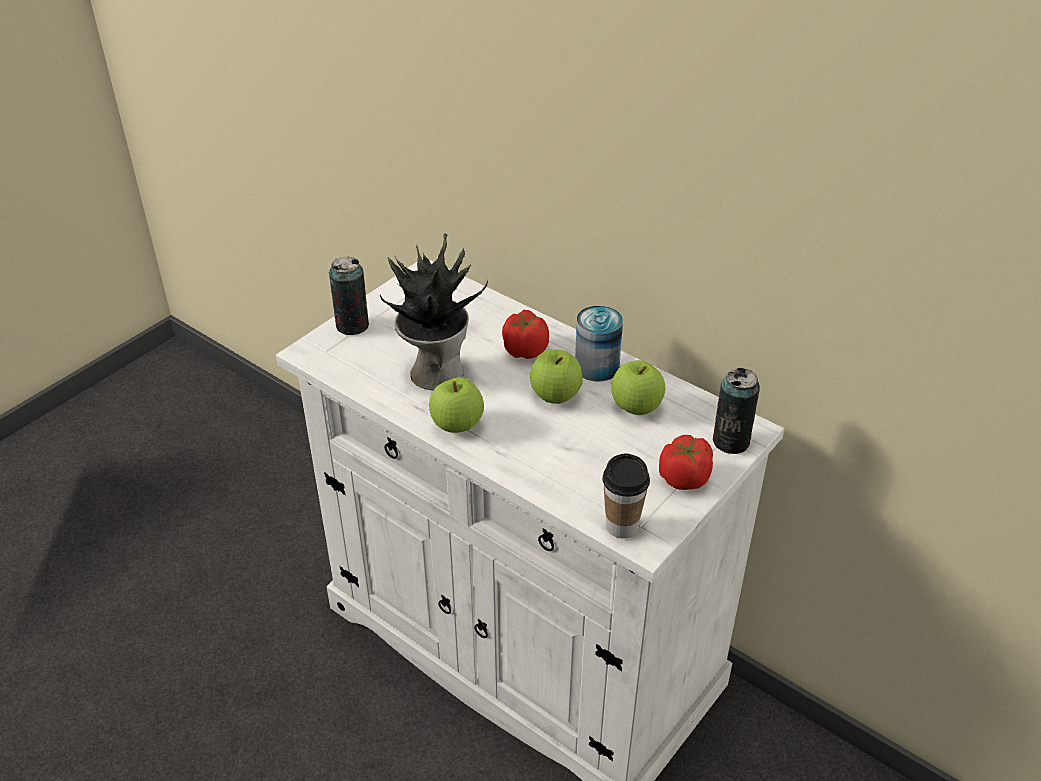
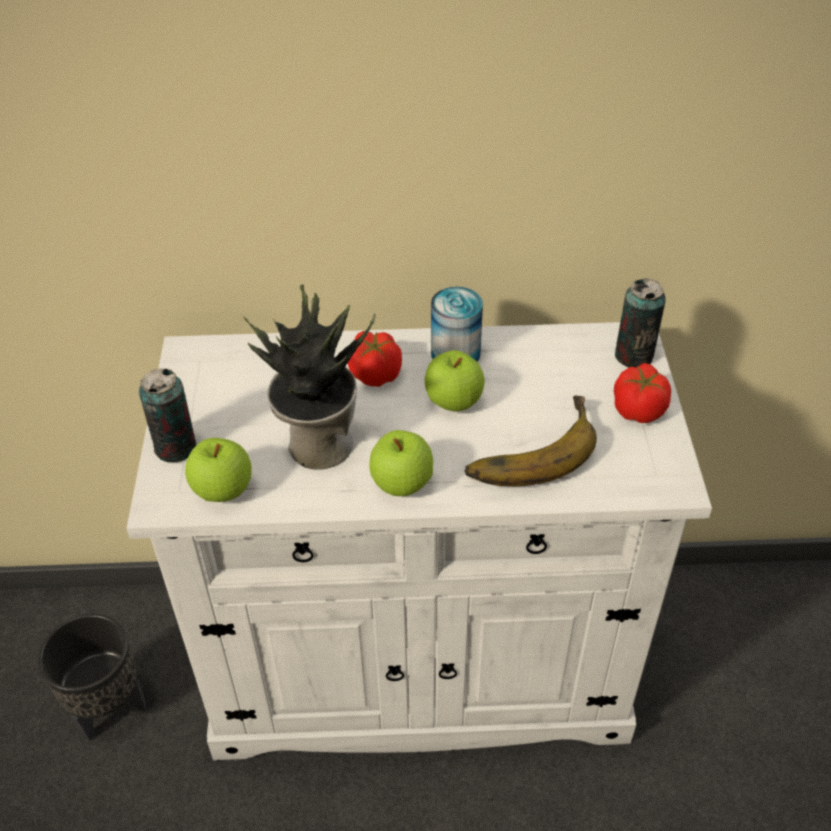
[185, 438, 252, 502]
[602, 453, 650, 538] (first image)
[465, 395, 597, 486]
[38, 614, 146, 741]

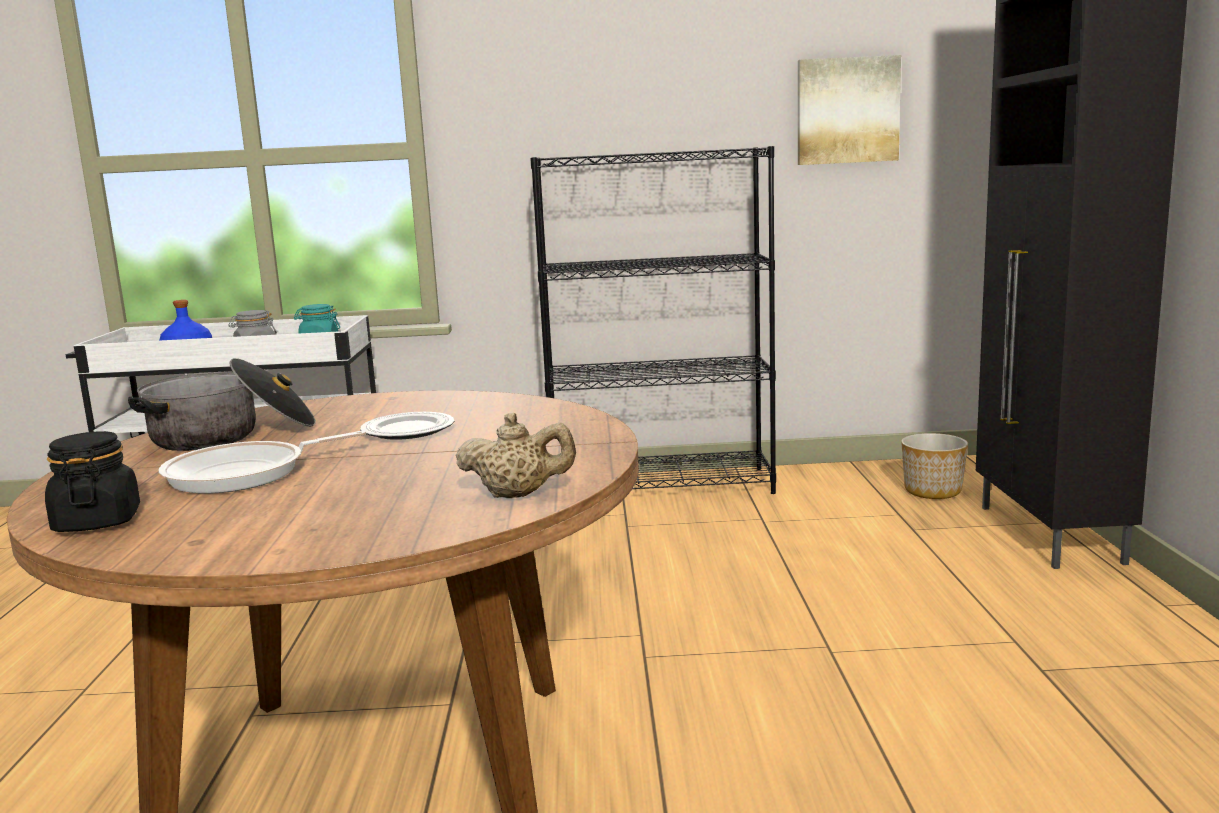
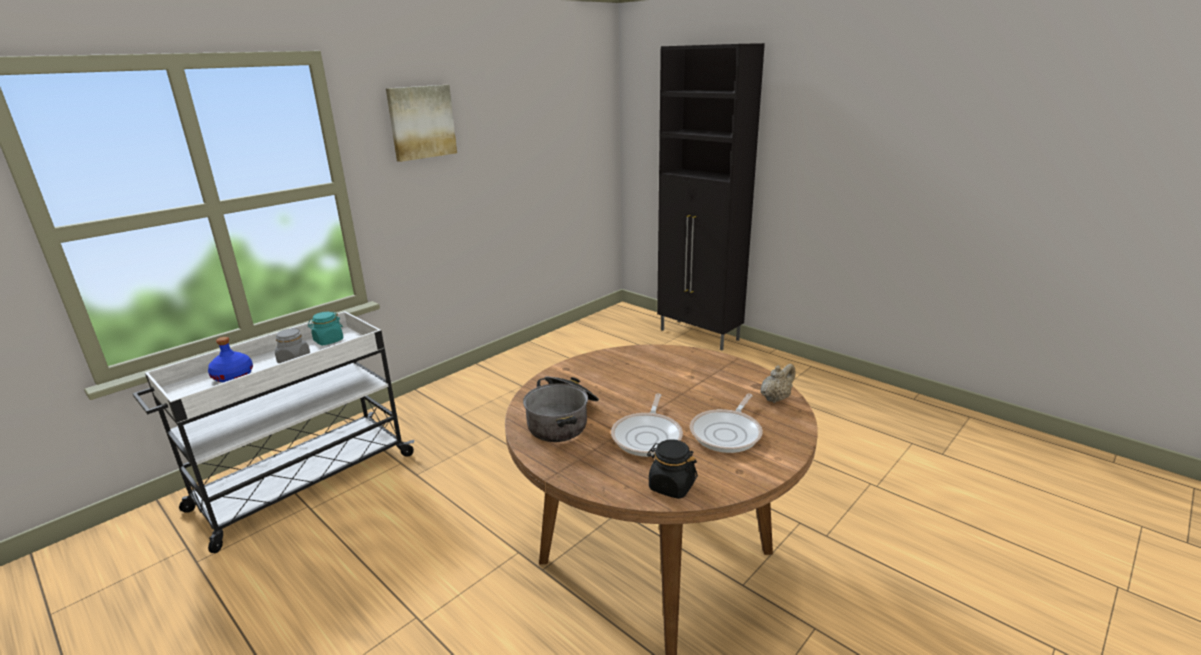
[386, 85, 457, 162]
[530, 146, 776, 494] (first image)
[360, 412, 454, 440] (first image)
[901, 433, 968, 499] (first image)
[690, 394, 762, 453]

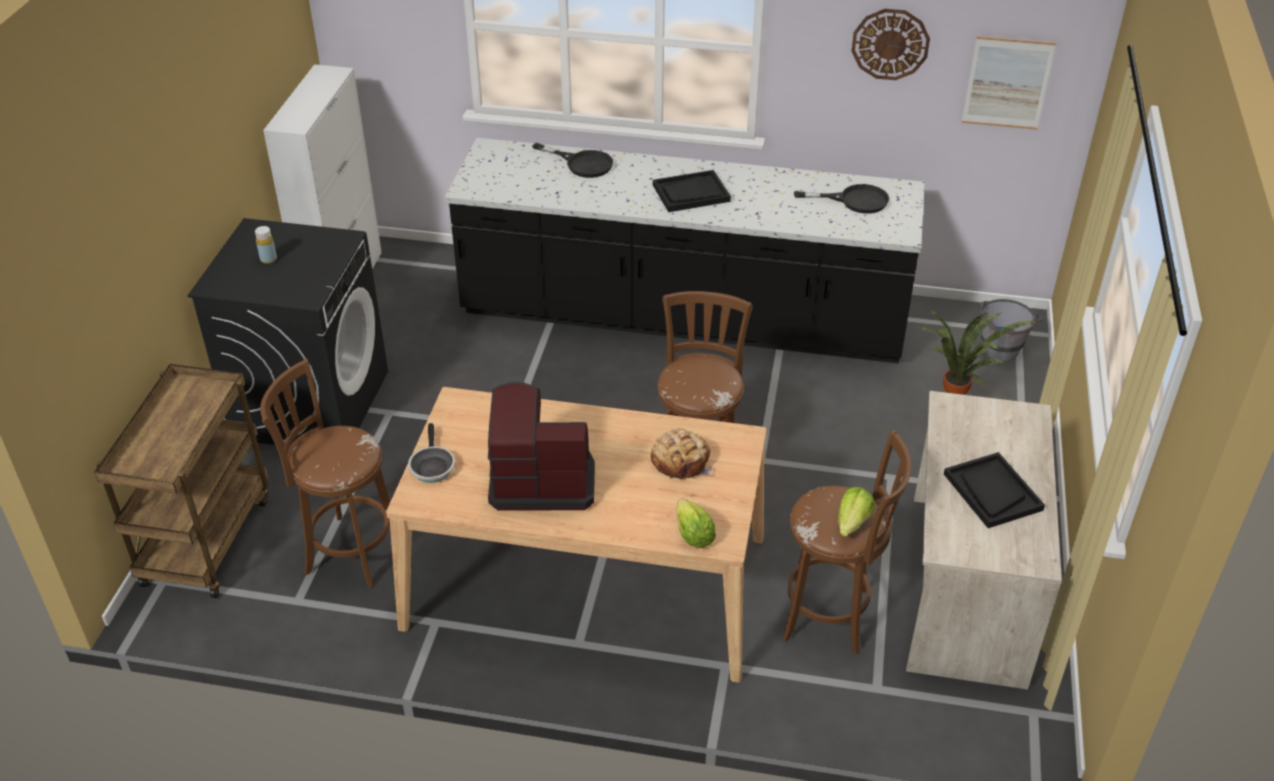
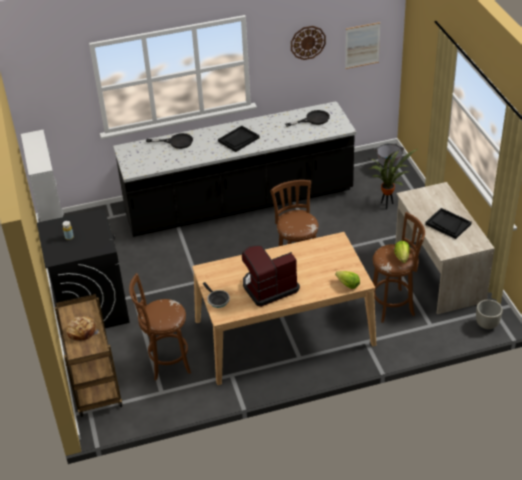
[67, 316, 100, 342]
[476, 300, 503, 329]

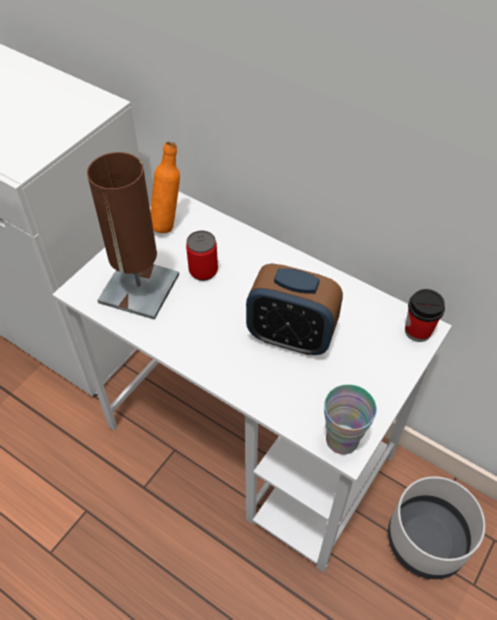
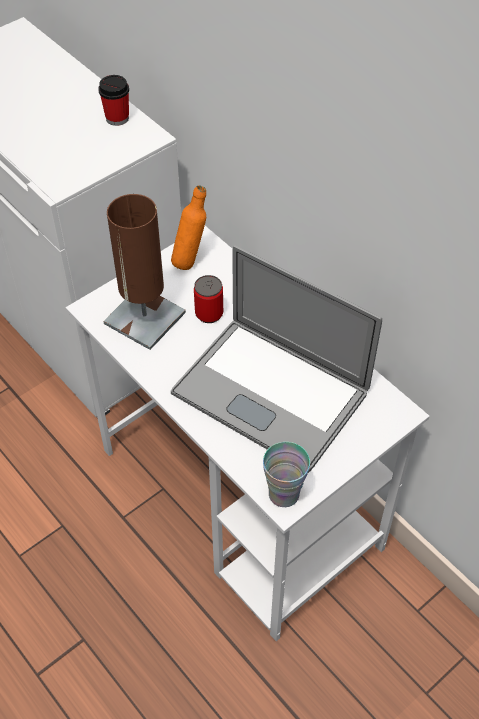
[171, 245, 382, 473]
[98, 75, 129, 126]
[388, 476, 485, 579] (first image)

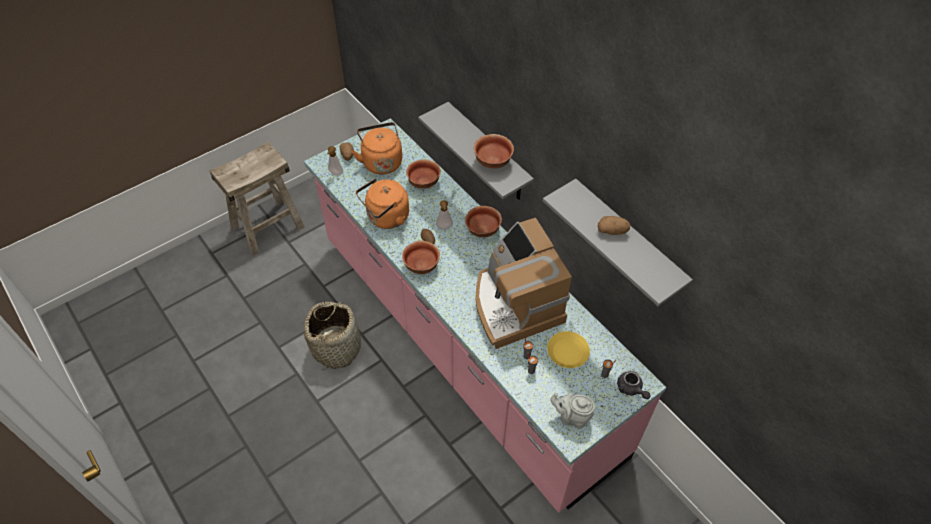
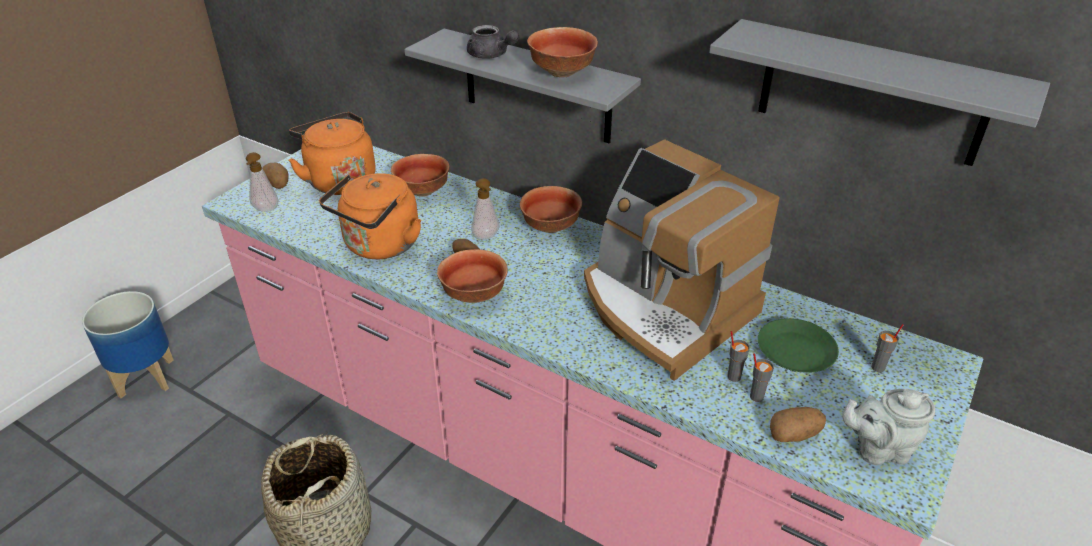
[82, 291, 174, 398]
[770, 407, 826, 442]
[758, 318, 839, 373]
[467, 25, 519, 59]

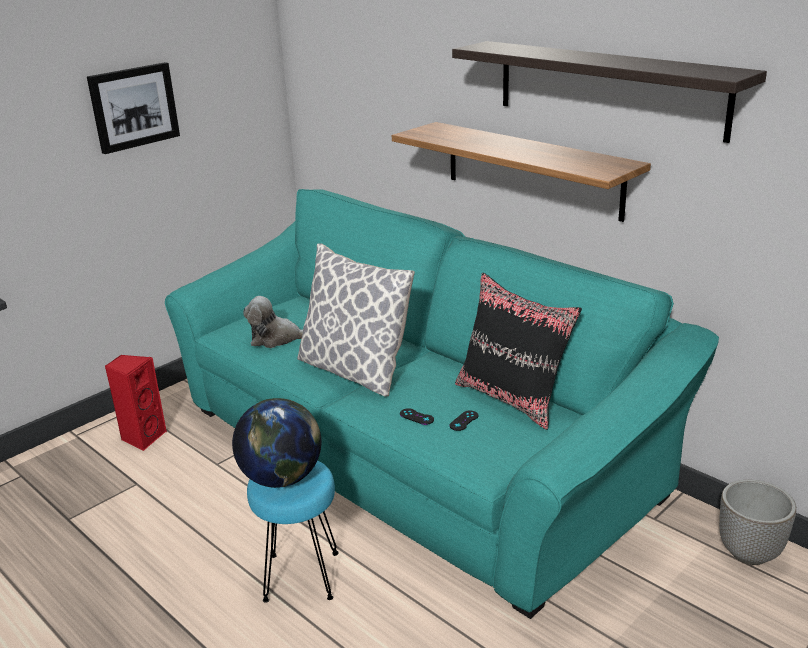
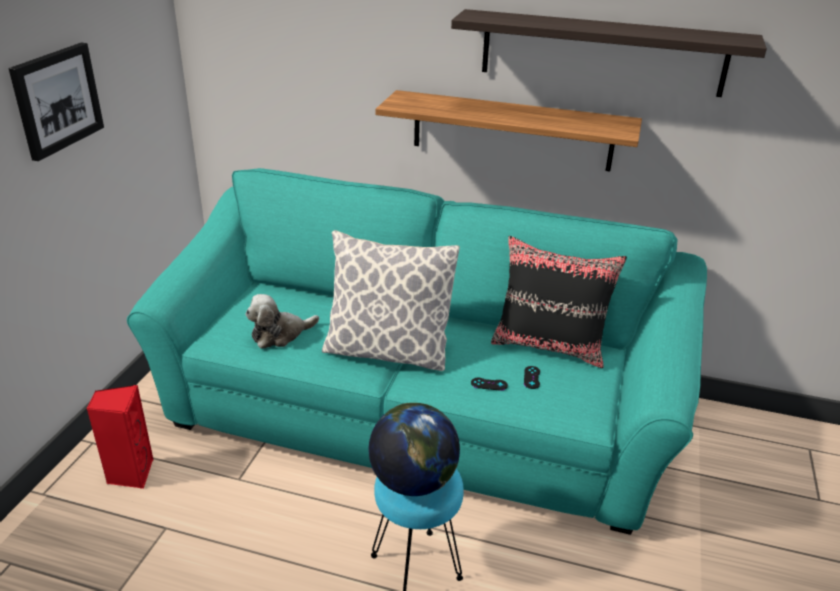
[719, 480, 796, 565] (first image)

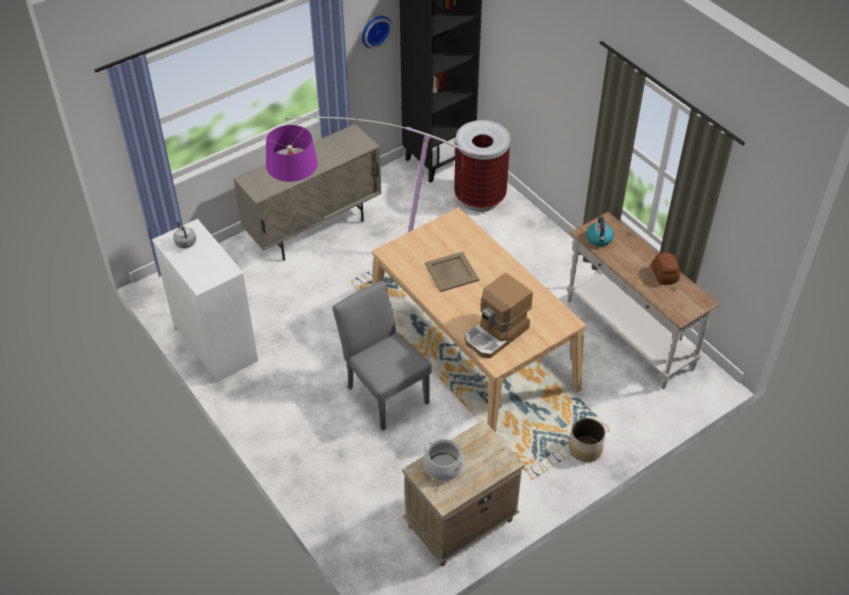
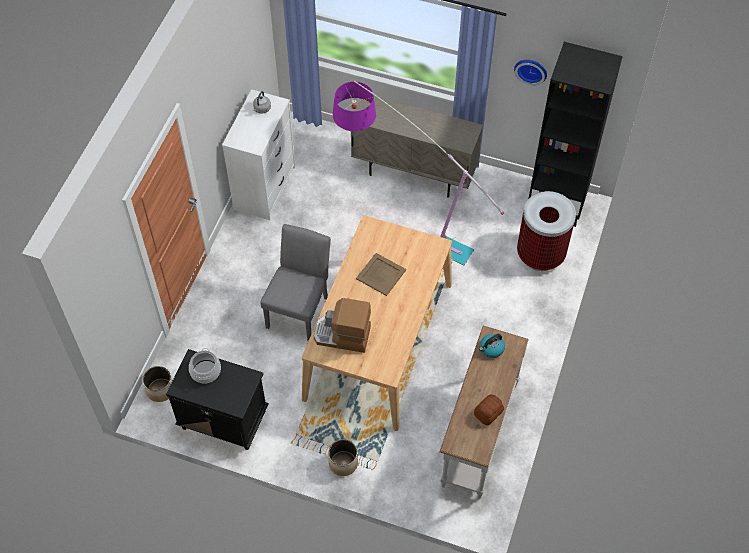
[166, 349, 269, 450]
[143, 366, 173, 402]

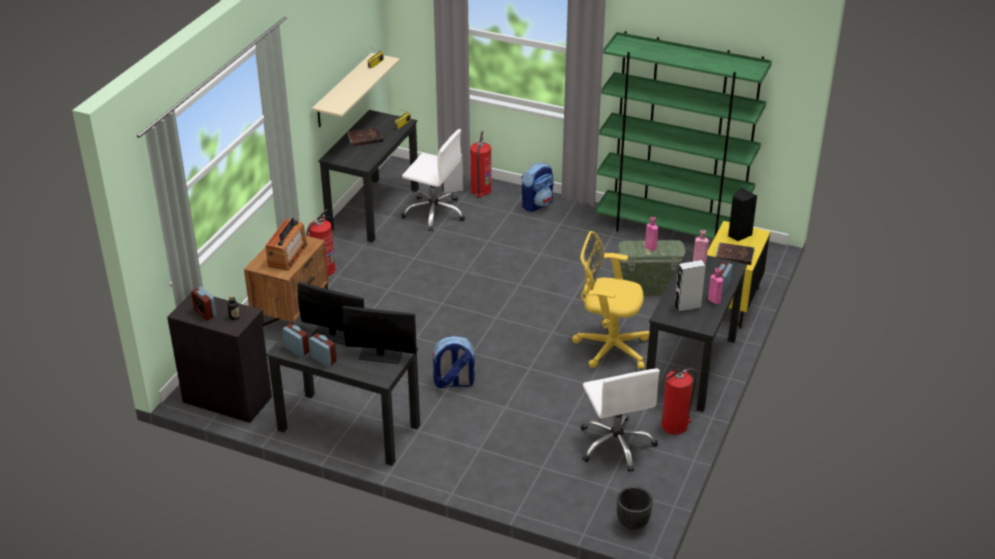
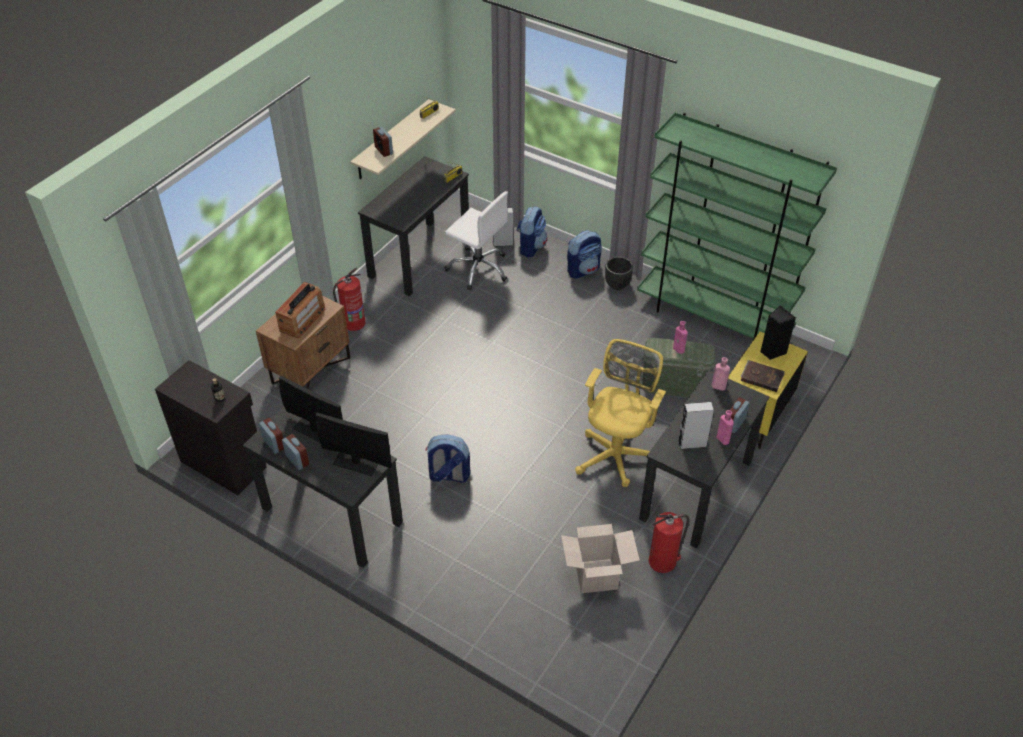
[347, 127, 383, 146] (first image)
[516, 206, 547, 258]
[575, 339, 666, 487]
[373, 127, 393, 157]
[561, 524, 640, 593]
[605, 257, 633, 290]

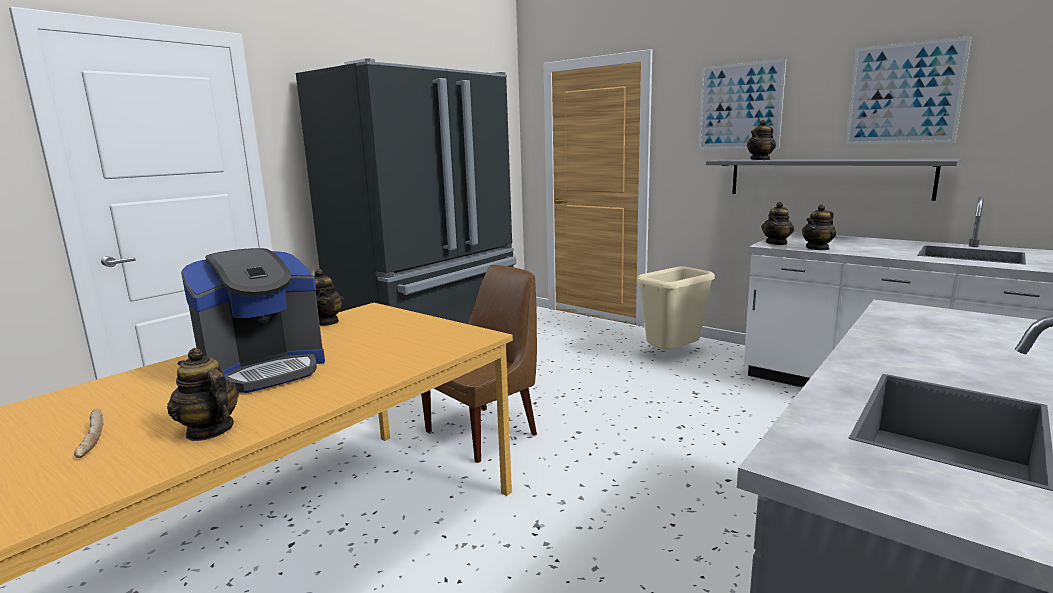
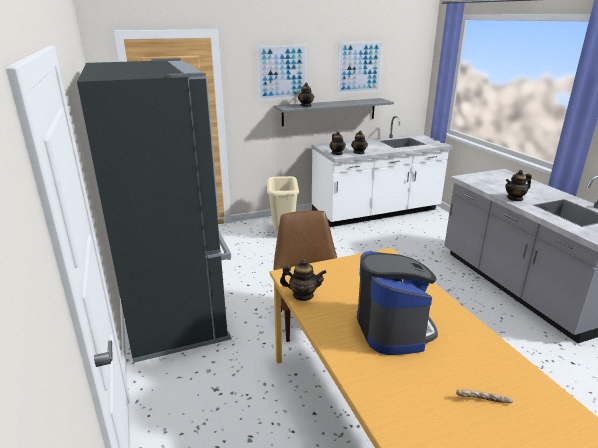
[505, 170, 532, 201]

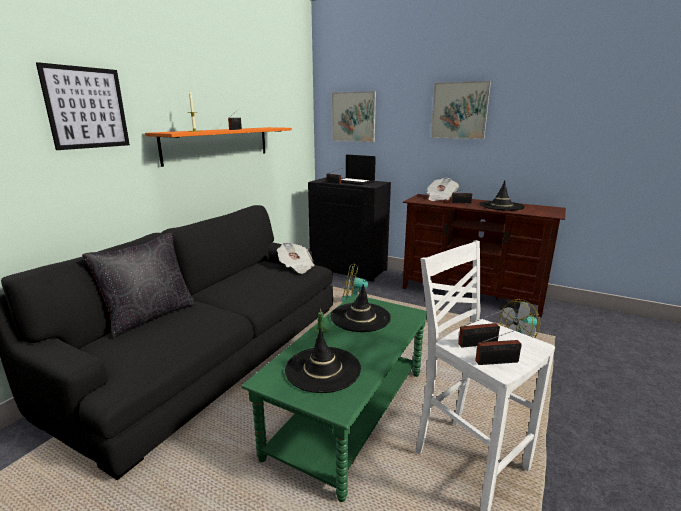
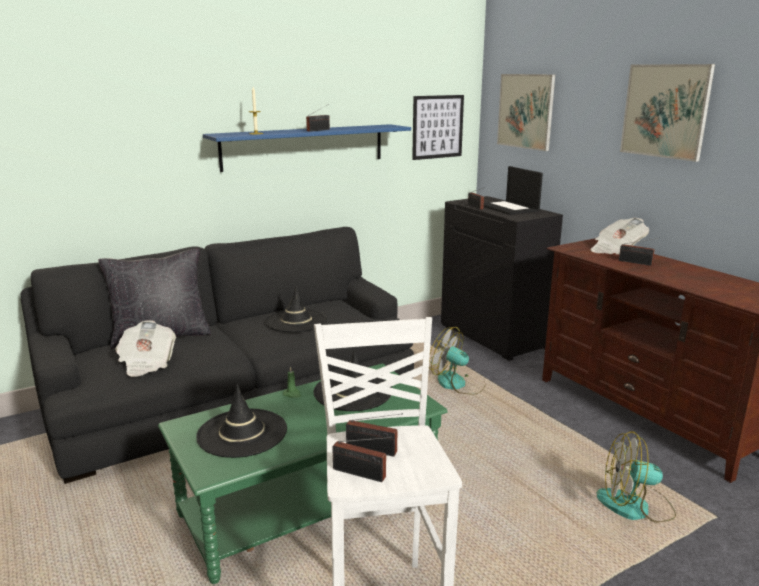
[412, 95, 464, 160]
[203, 124, 411, 172]
[265, 285, 327, 332]
[116, 320, 176, 377]

